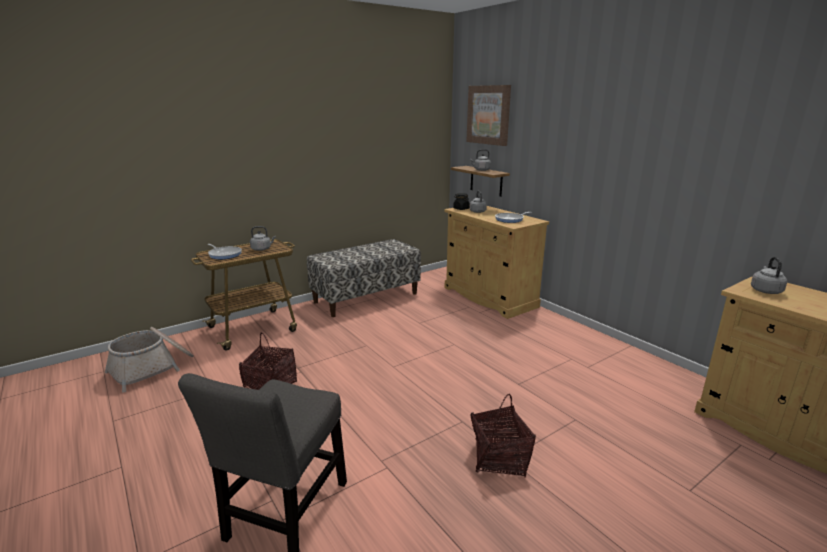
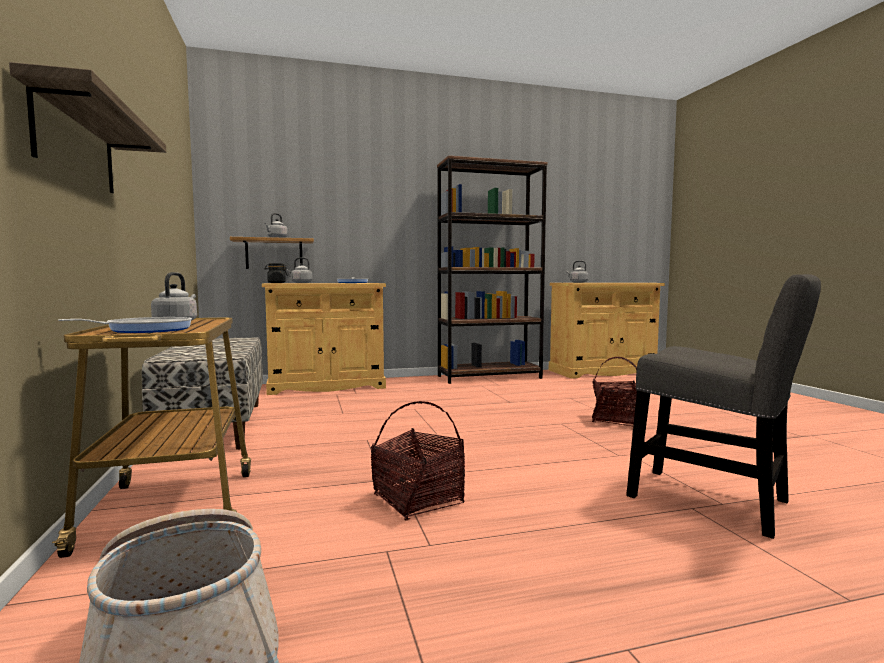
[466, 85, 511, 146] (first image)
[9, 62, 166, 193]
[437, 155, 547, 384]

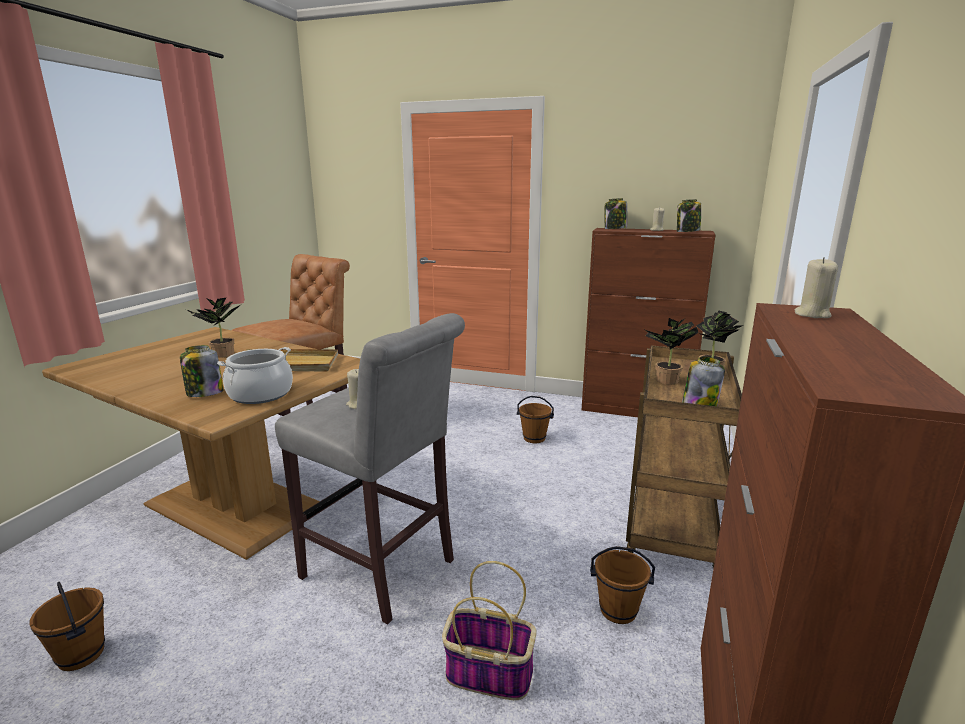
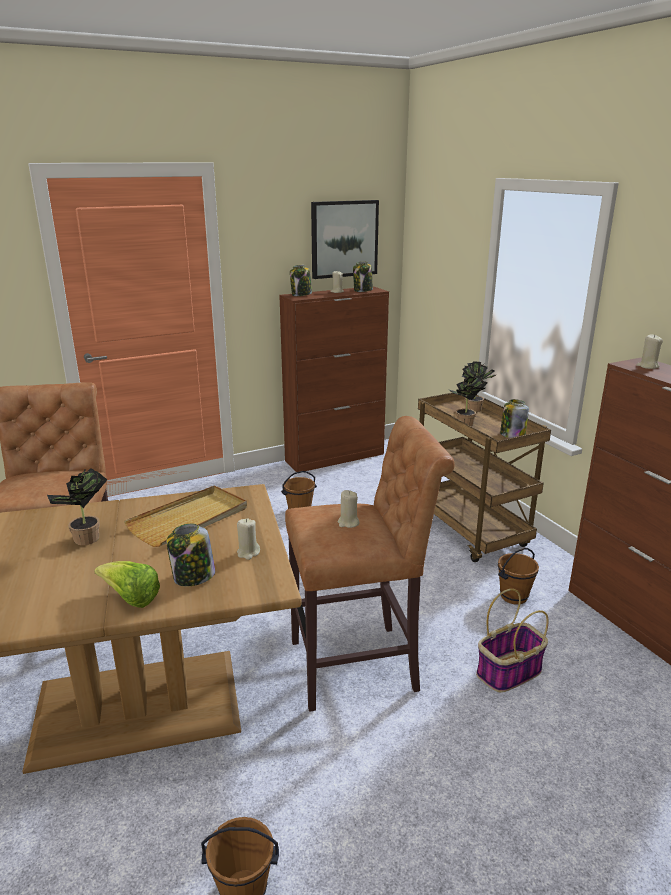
[285, 416, 455, 712]
[237, 518, 260, 560]
[311, 200, 379, 279]
[94, 561, 160, 608]

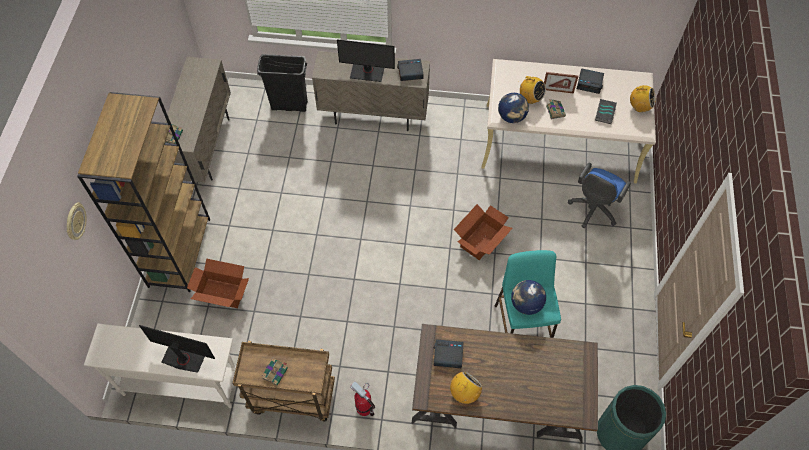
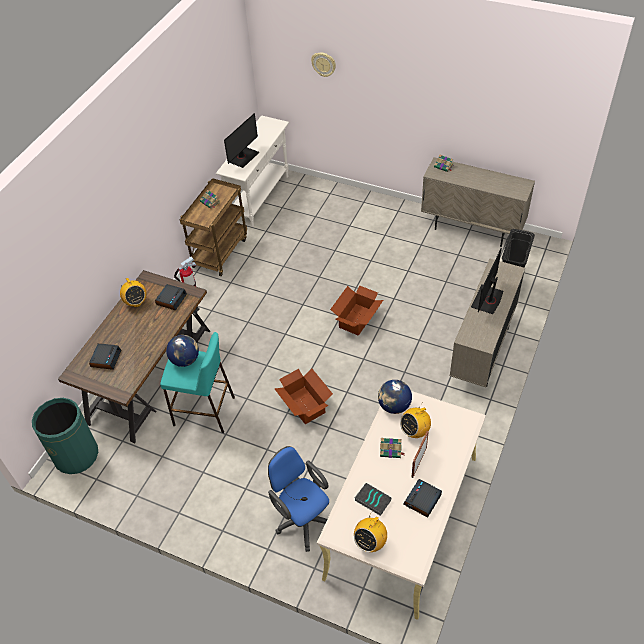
[89, 343, 121, 370]
[77, 92, 210, 292] (first image)
[330, 285, 383, 336]

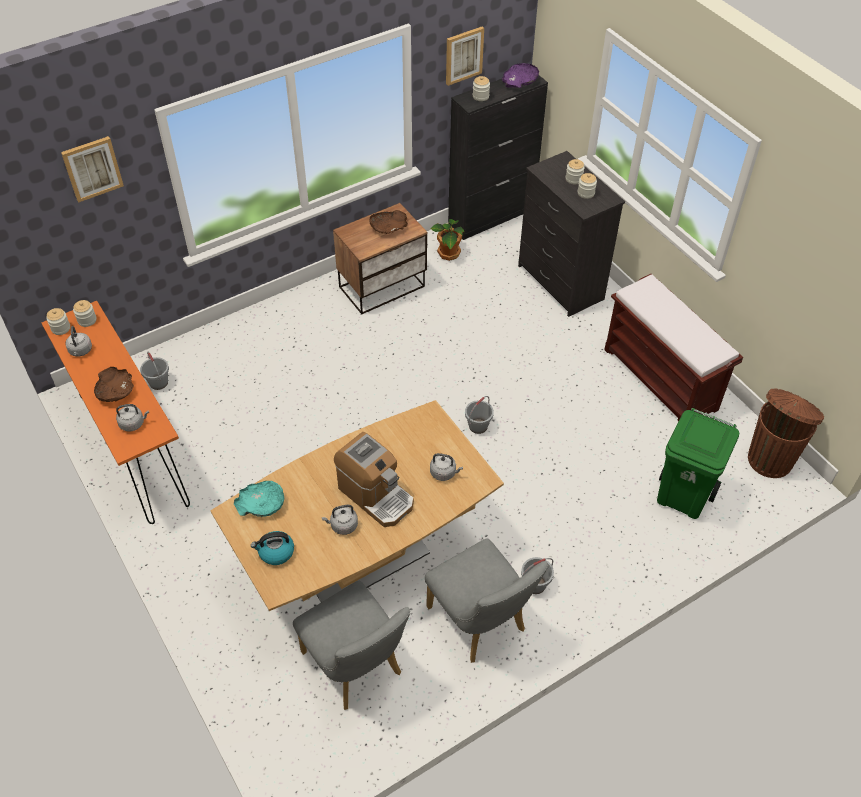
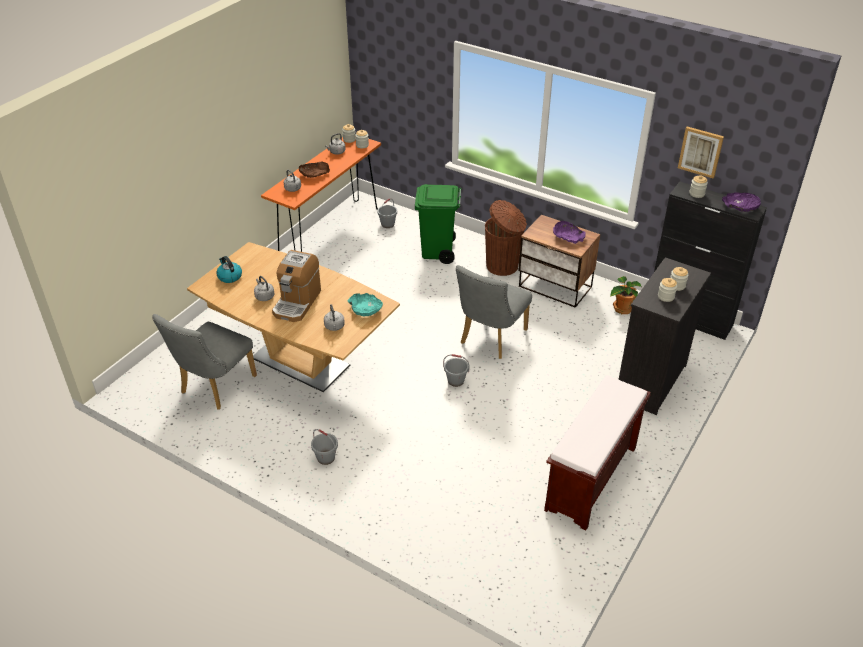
[61, 136, 124, 202] (first image)
[553, 221, 586, 244]
[485, 200, 527, 276]
[415, 184, 461, 264]
[348, 293, 383, 317]
[456, 265, 532, 359]

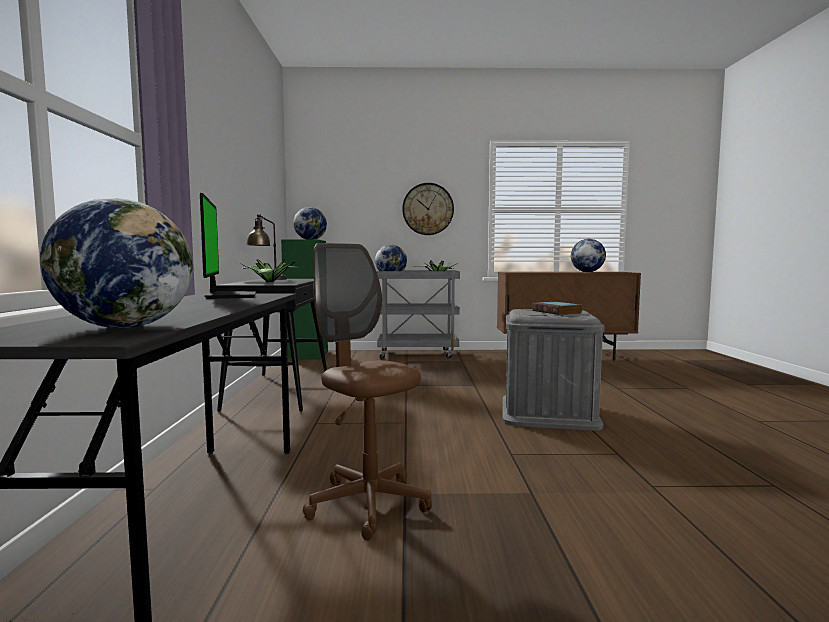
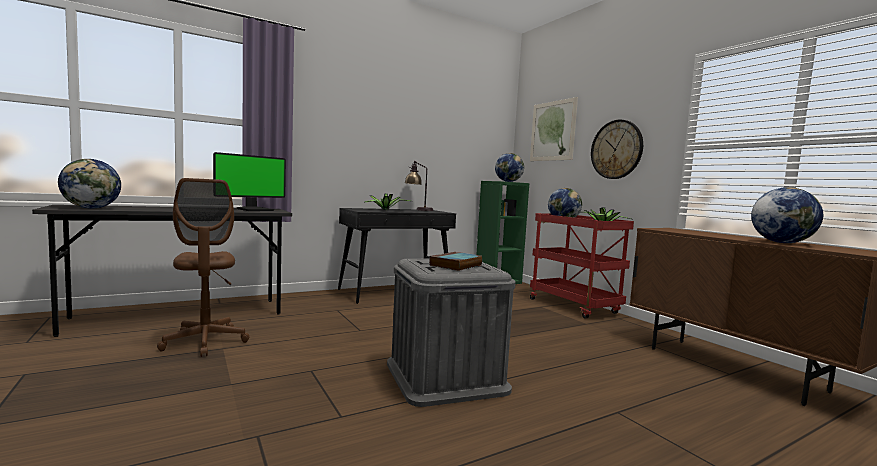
[157, 178, 249, 357]
[530, 213, 634, 319]
[530, 97, 578, 161]

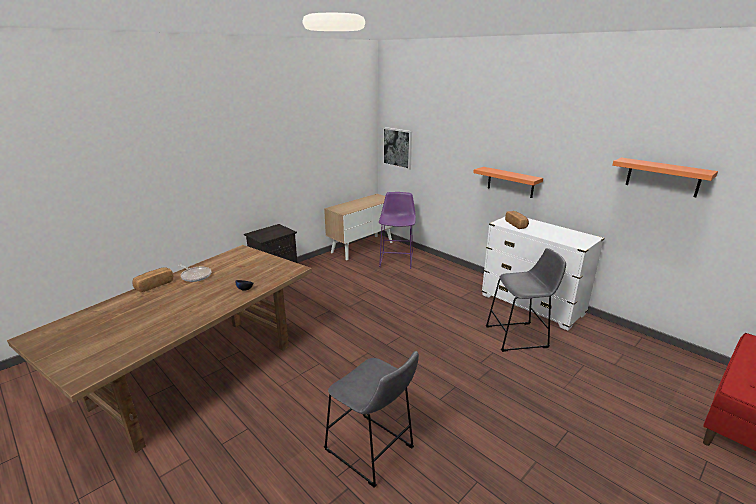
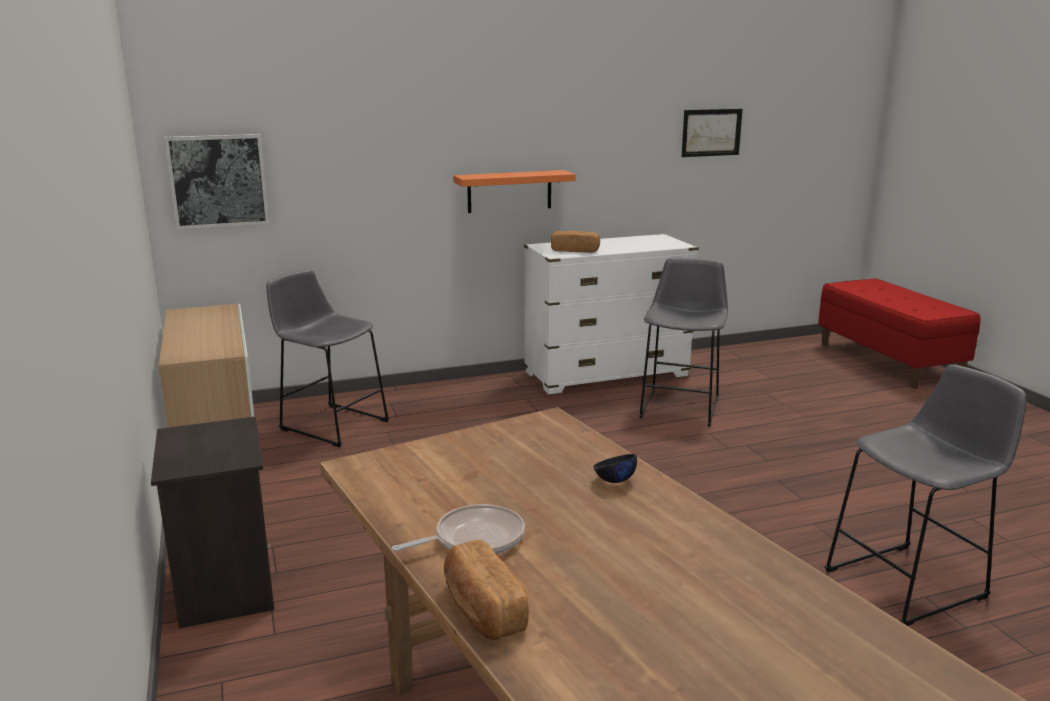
[682, 109, 742, 157]
[267, 269, 389, 447]

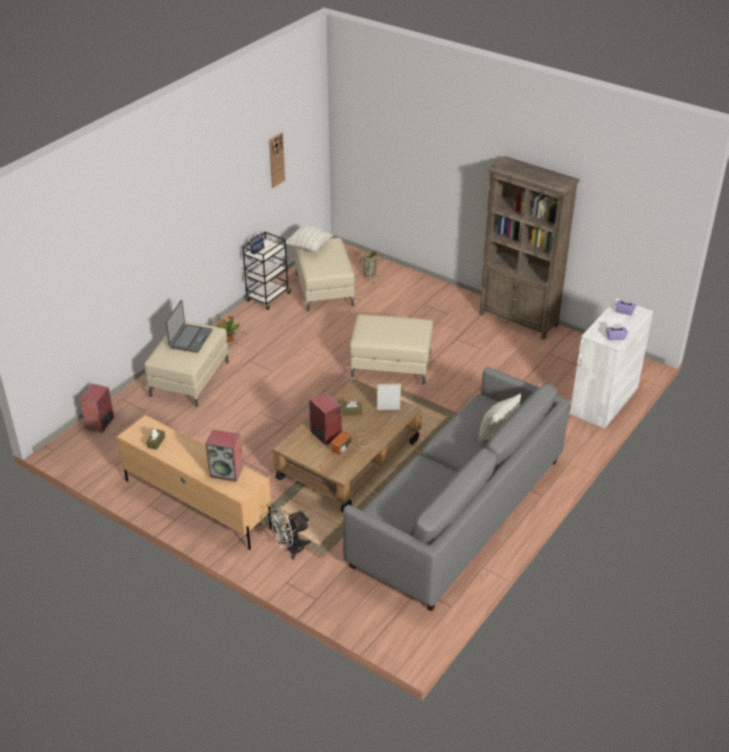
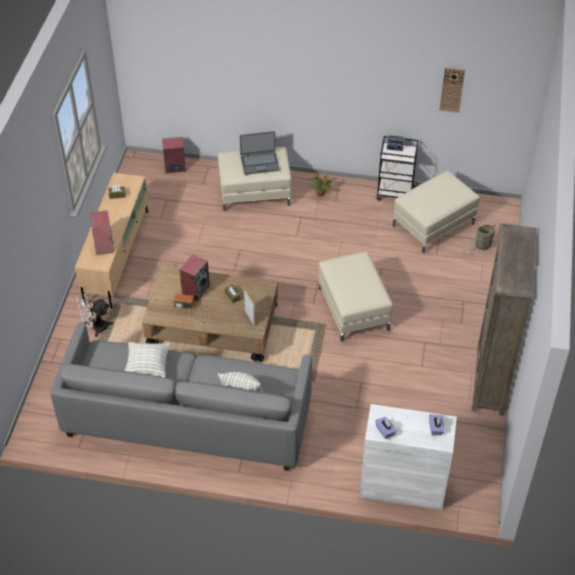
[124, 342, 170, 378]
[77, 294, 113, 337]

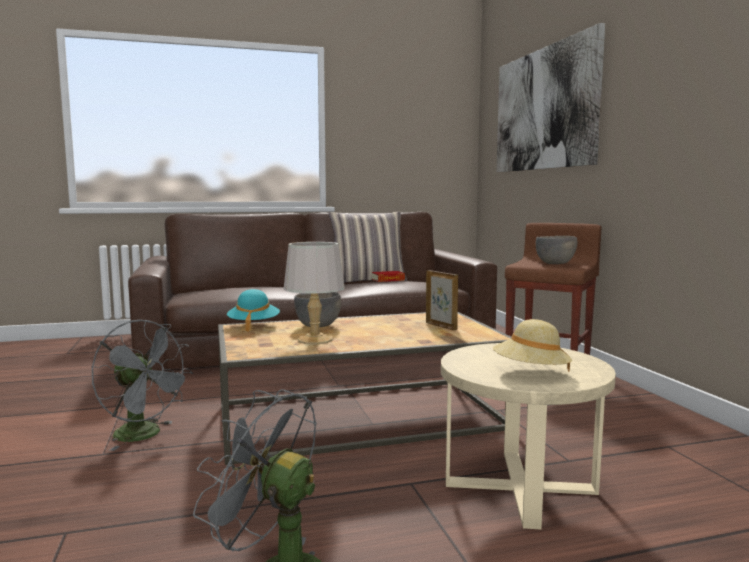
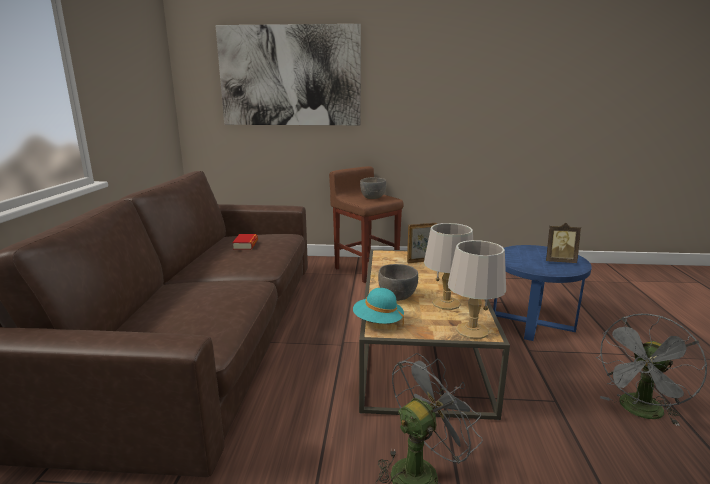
[329, 211, 407, 283] (first image)
[546, 223, 581, 263]
[493, 245, 592, 341]
[448, 240, 506, 339]

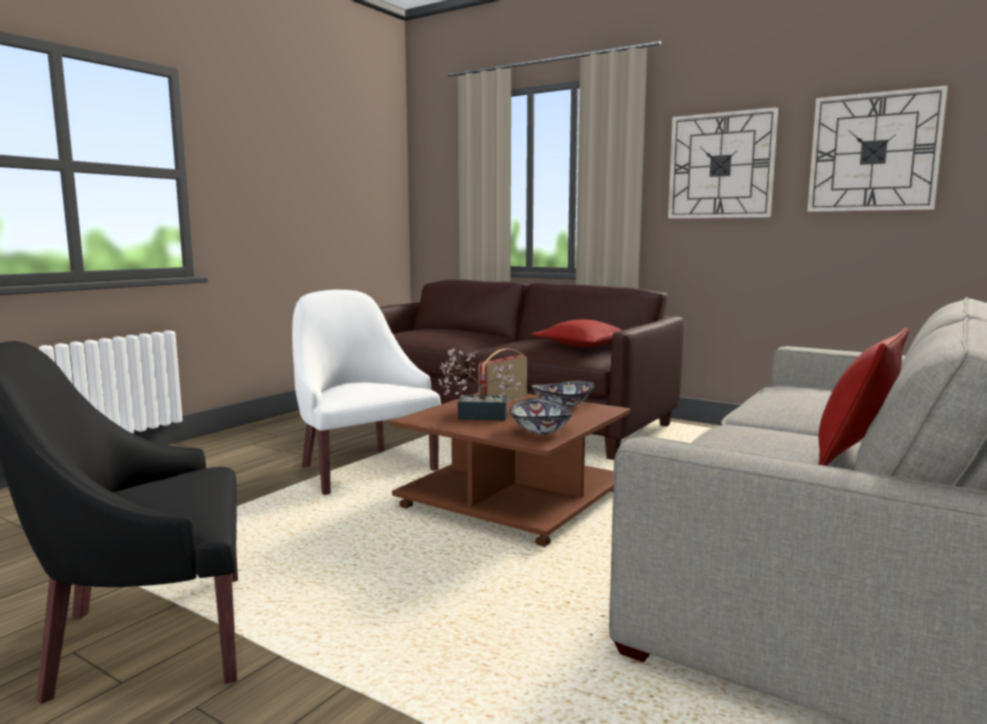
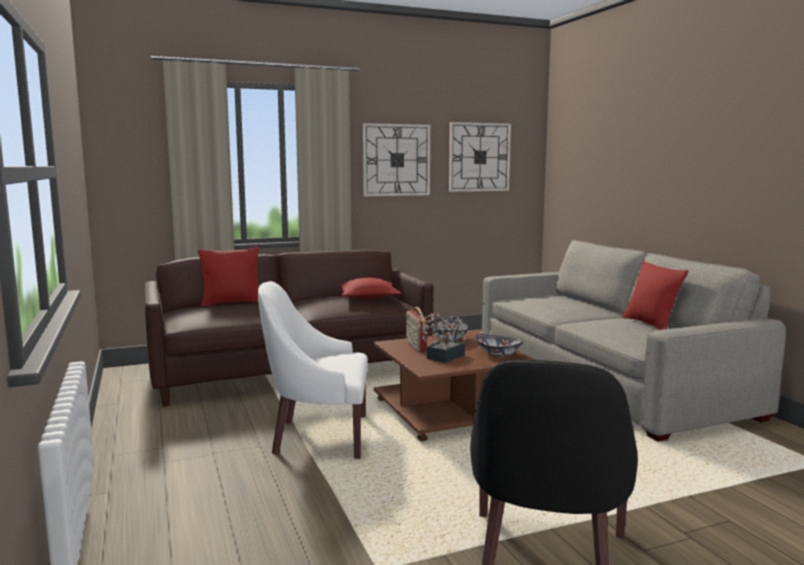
[198, 247, 259, 307]

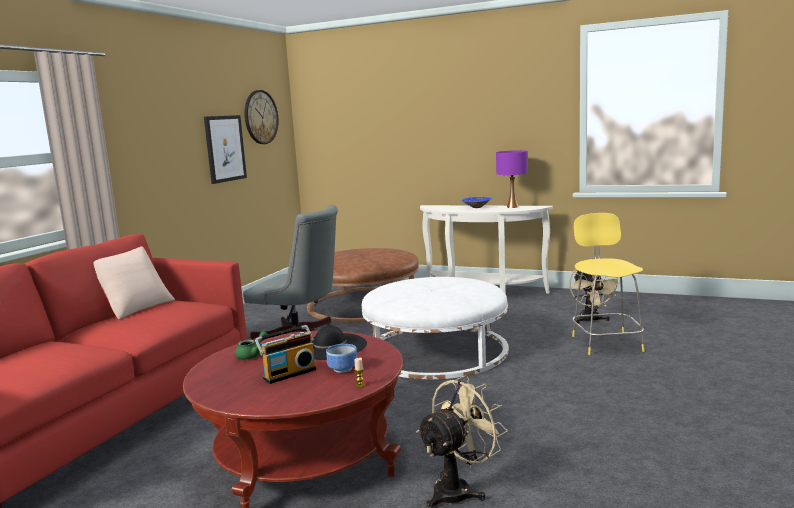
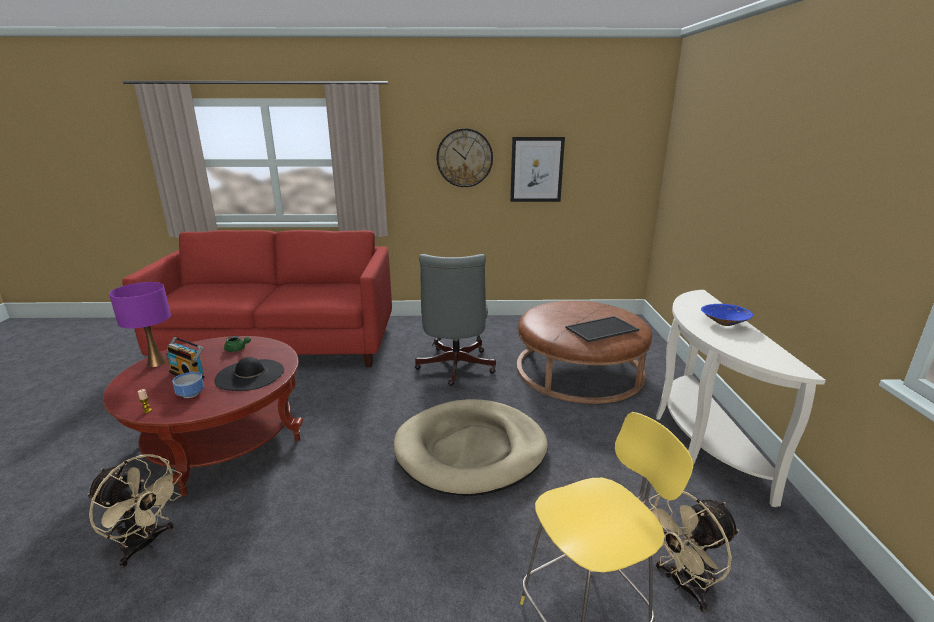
[437, 128, 493, 187]
[109, 282, 171, 367]
[94, 246, 175, 320] (first image)
[394, 399, 548, 496]
[566, 316, 639, 342]

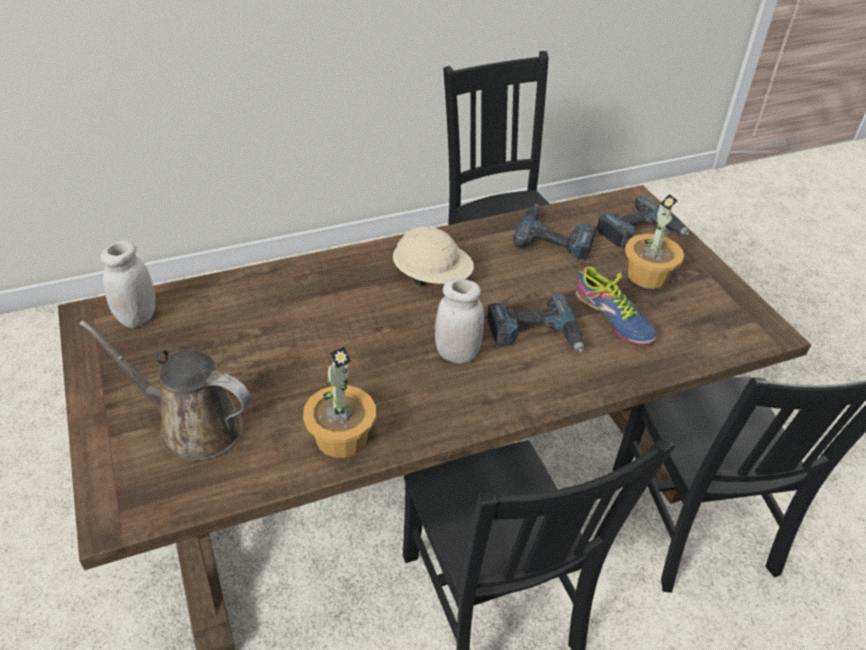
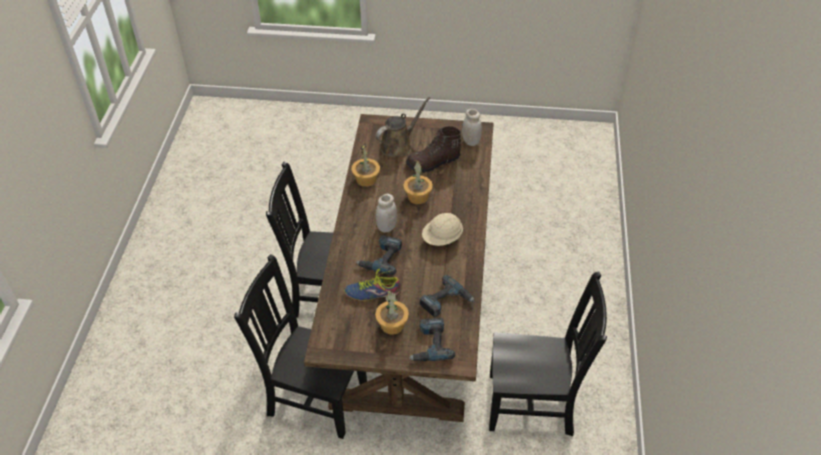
[406, 126, 461, 173]
[403, 160, 433, 204]

